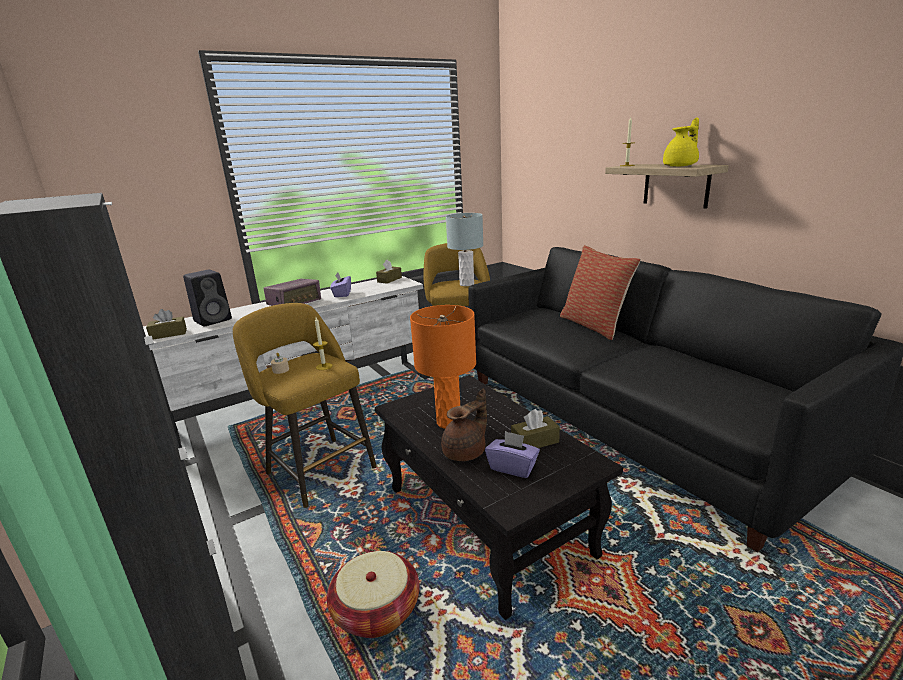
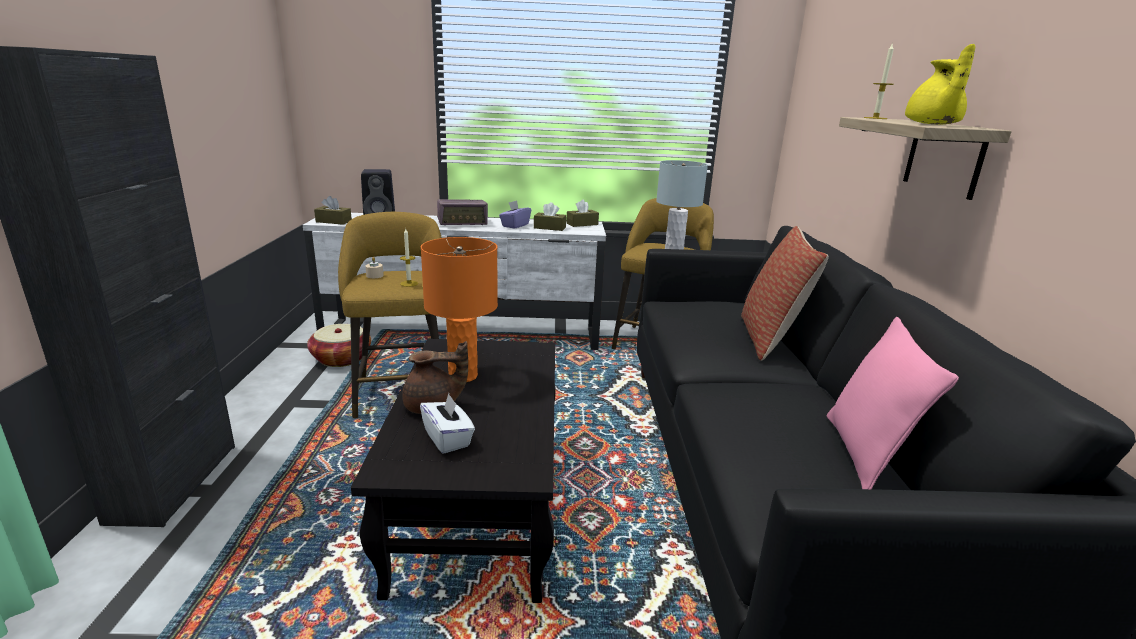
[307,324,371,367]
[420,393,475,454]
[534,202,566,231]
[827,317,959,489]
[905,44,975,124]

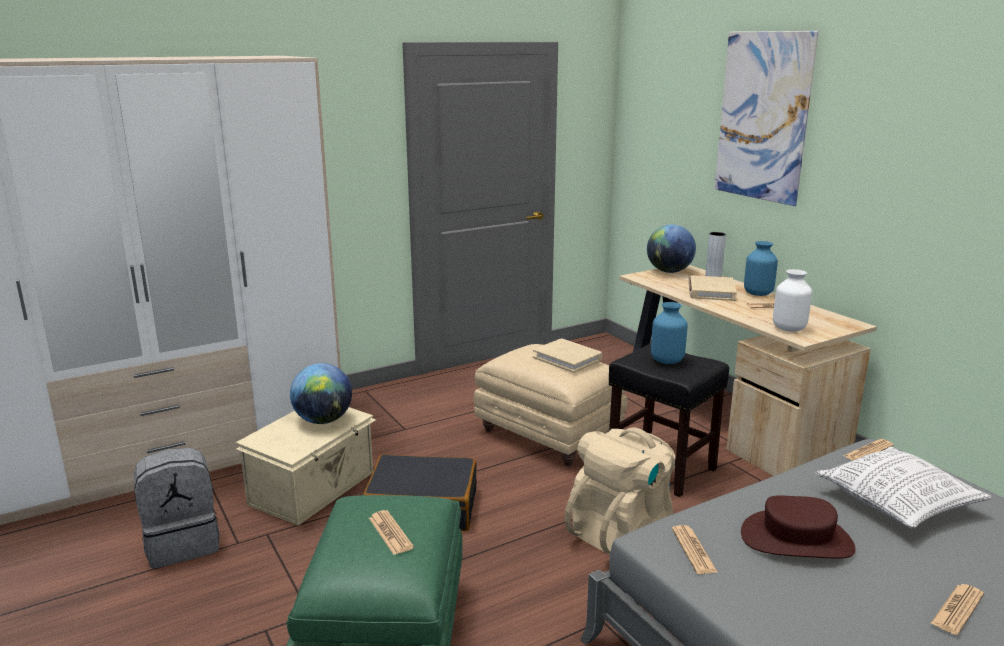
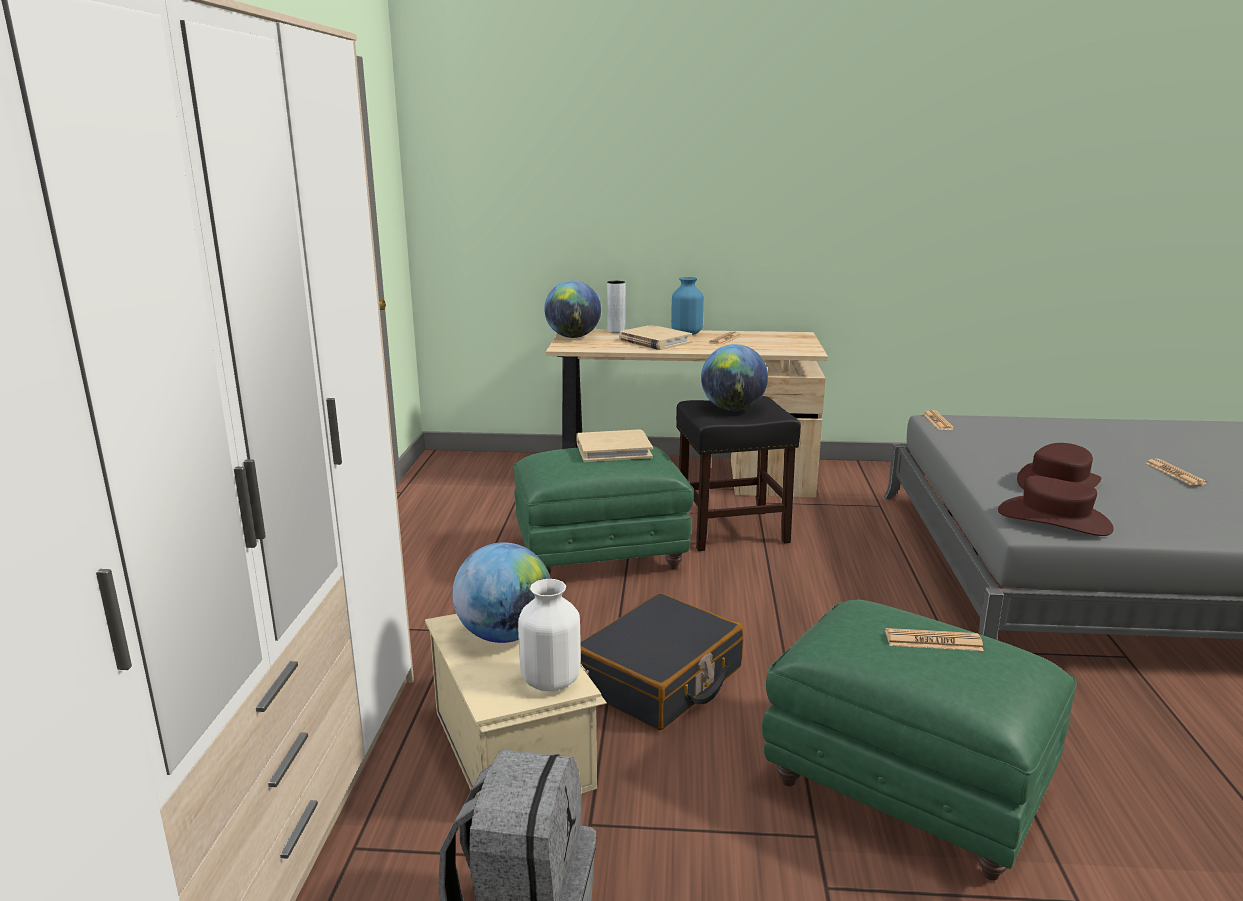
[514,446,694,575]
[518,579,581,691]
[701,344,768,411]
[998,475,1114,536]
[565,428,675,555] (first image)
[715,31,819,206] (first image)
[816,447,992,529] (first image)

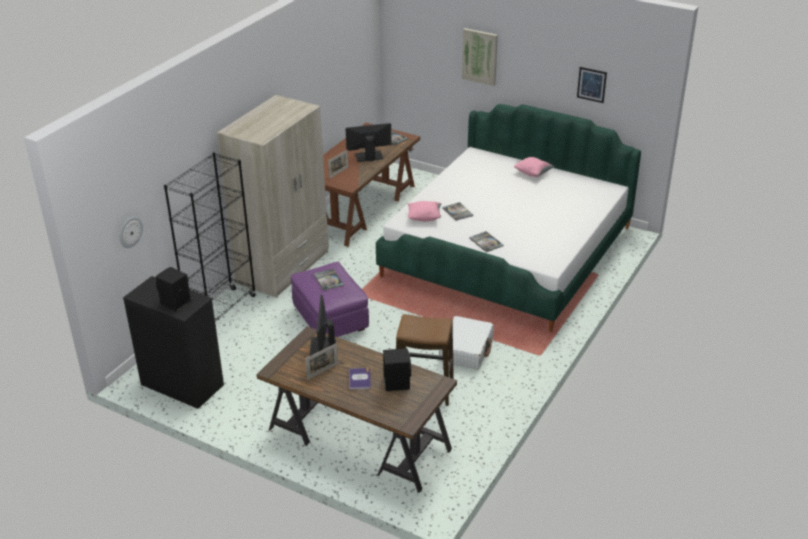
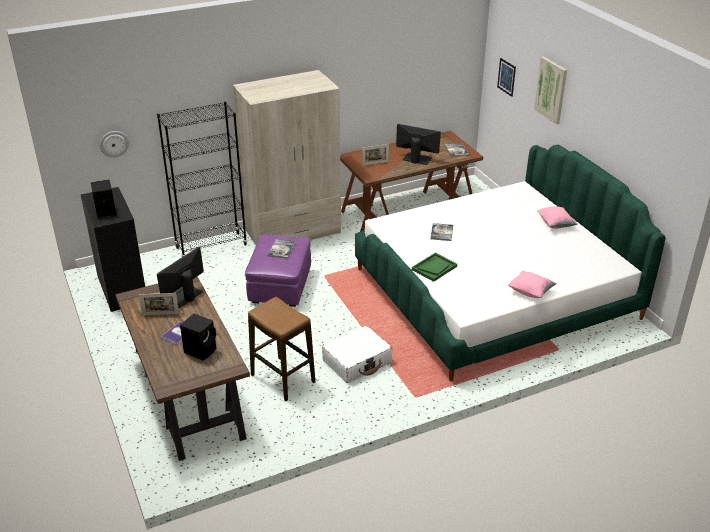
[412,253,457,282]
[497,58,516,97]
[508,271,557,298]

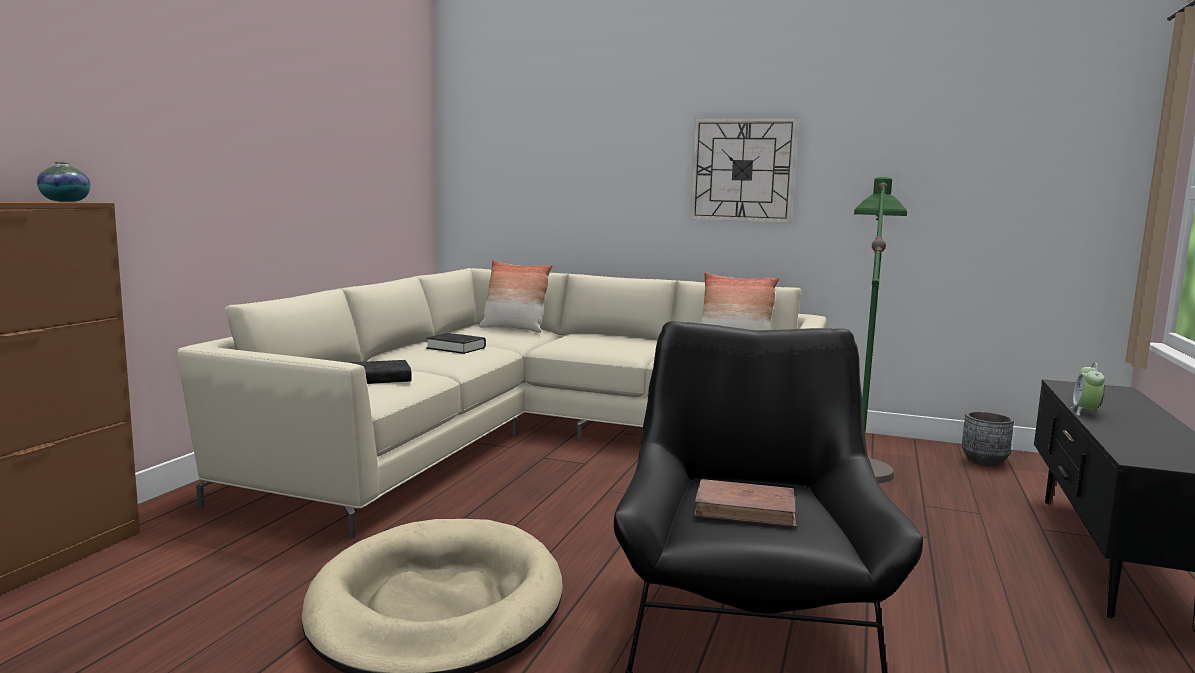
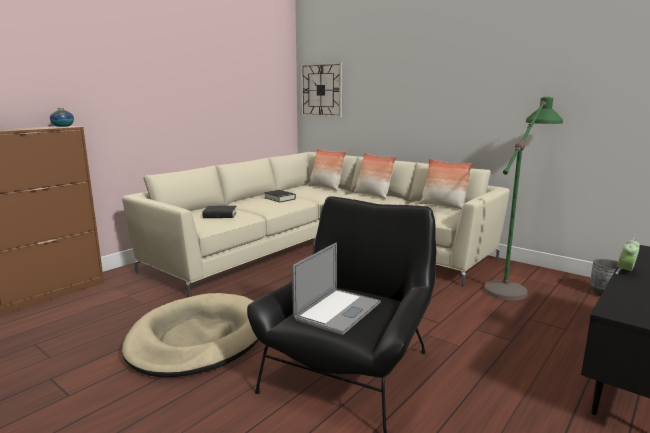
[292,243,381,335]
[300,62,342,118]
[354,152,397,199]

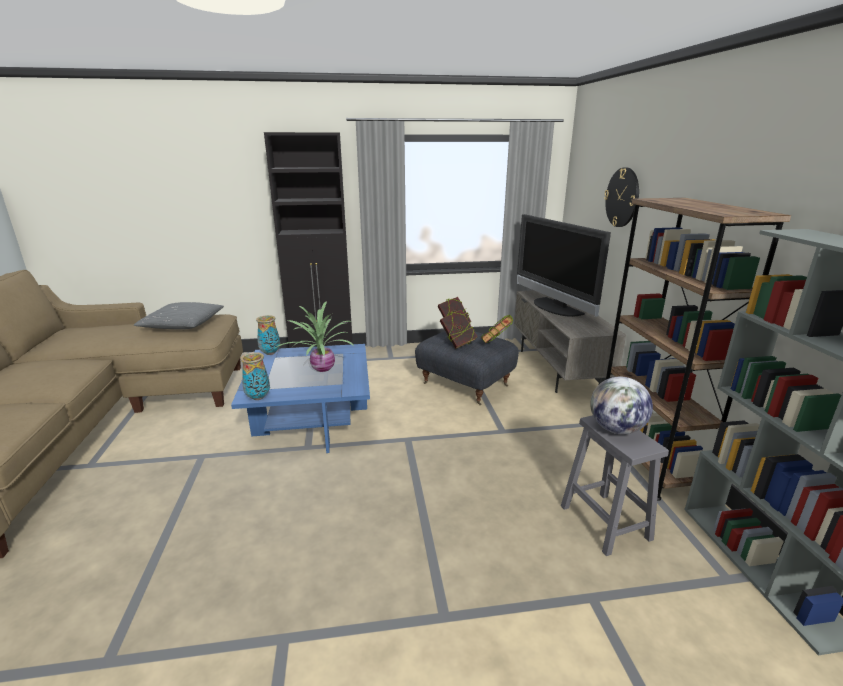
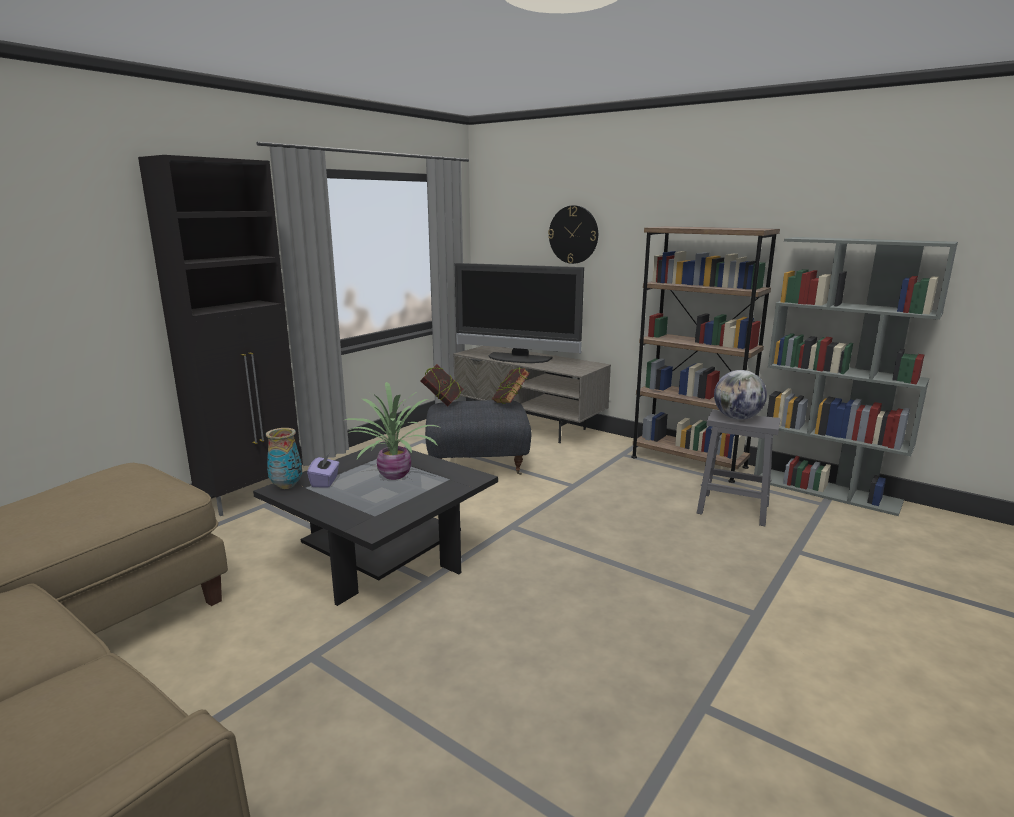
[253,441,498,606]
[307,454,339,487]
[134,302,224,330] (first image)
[240,352,270,400] (first image)
[440,310,477,349] (first image)

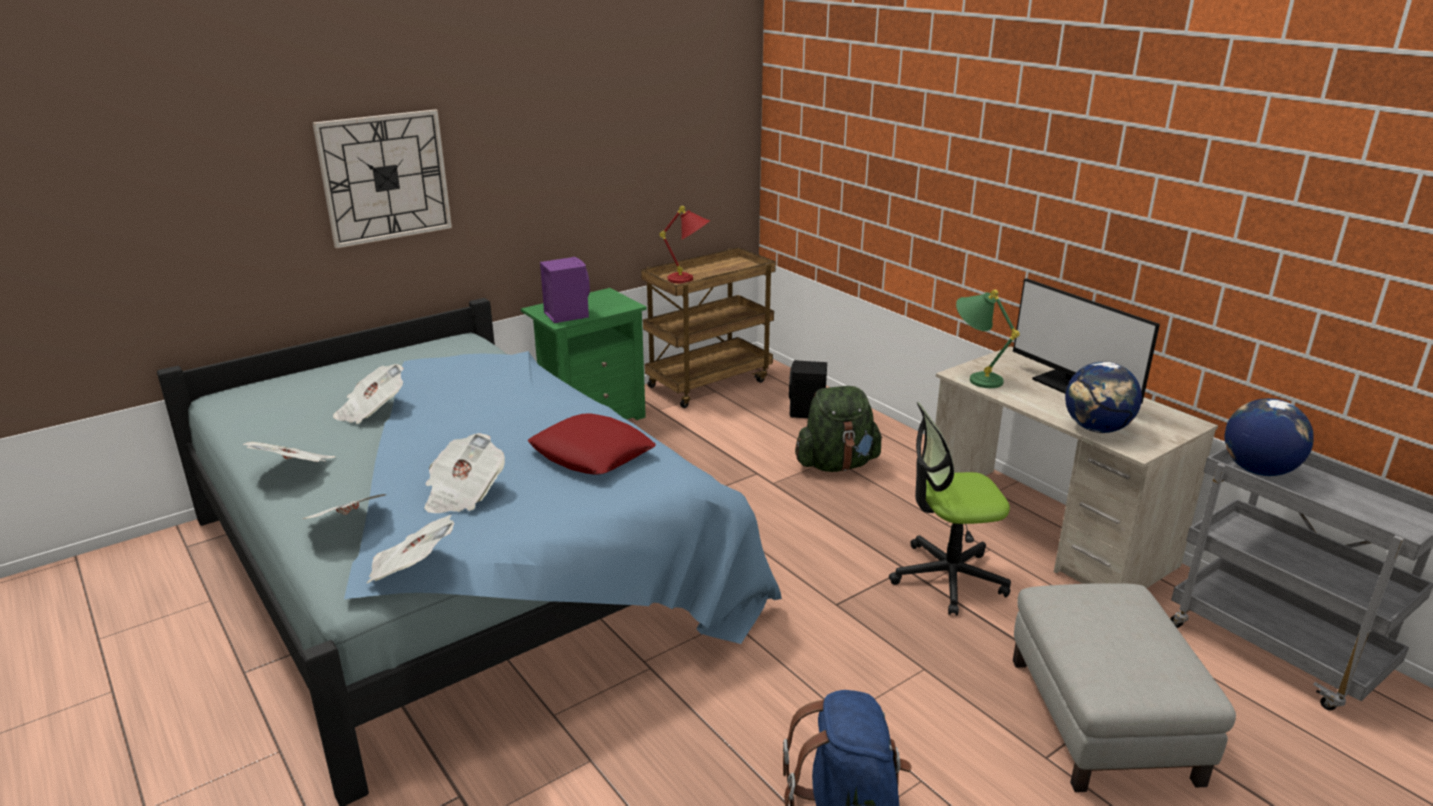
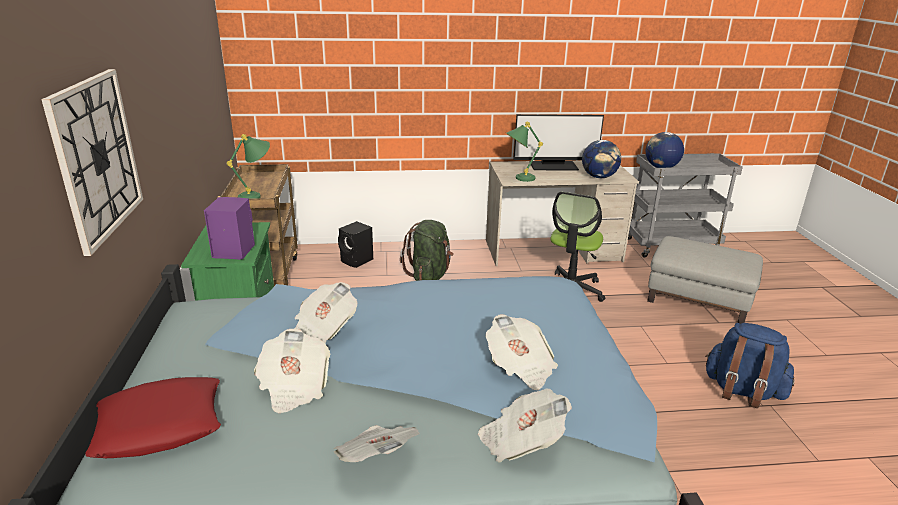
[85,377,221,458]
[227,134,270,199]
[295,282,357,344]

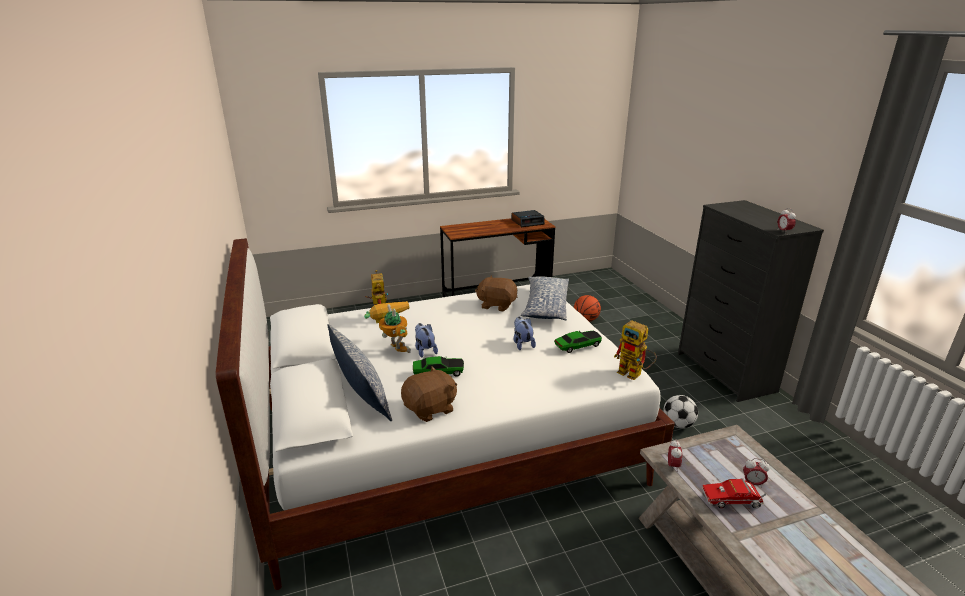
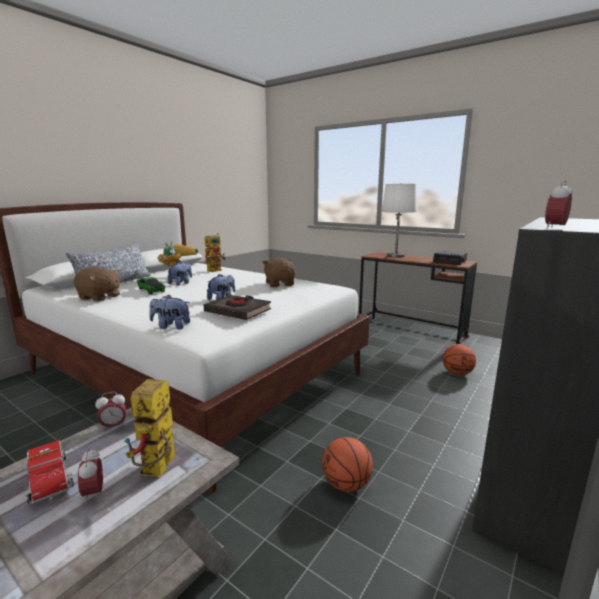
[124,379,175,477]
[149,294,190,329]
[203,295,271,320]
[322,437,373,492]
[381,183,417,258]
[521,276,569,320] (first image)

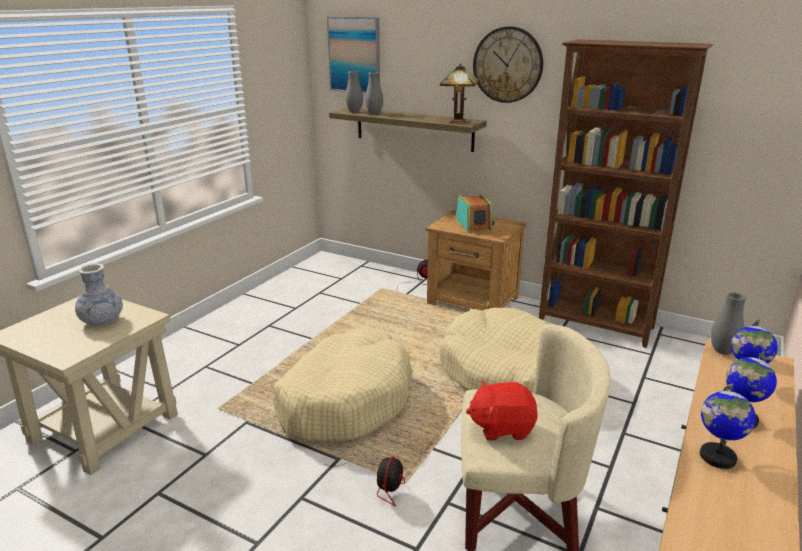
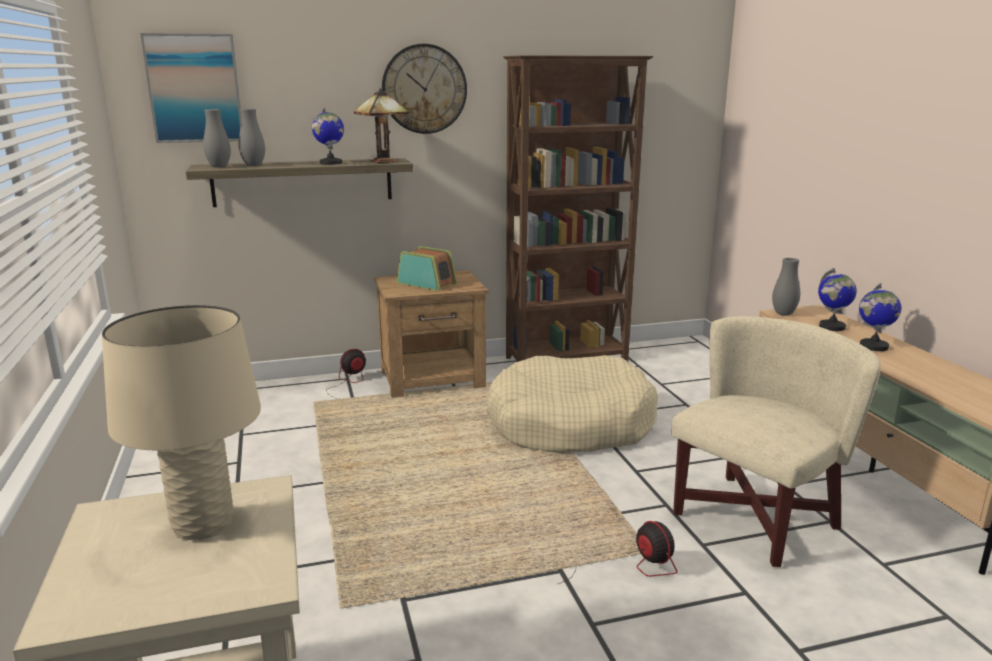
[102,305,261,541]
[312,108,344,165]
[273,328,412,442] (first image)
[466,380,538,441] (first image)

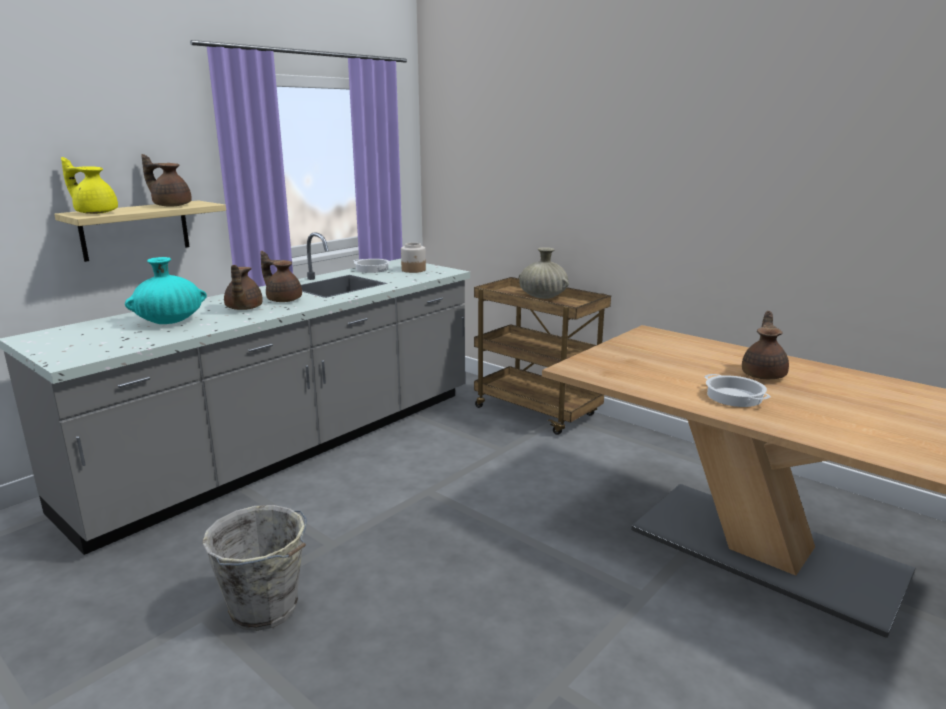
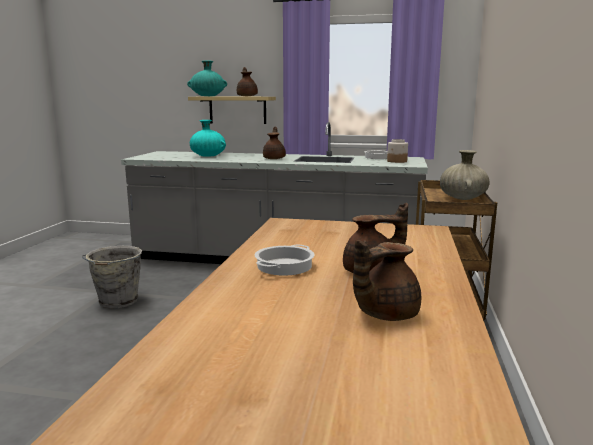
[187,61,227,96]
[353,240,421,321]

